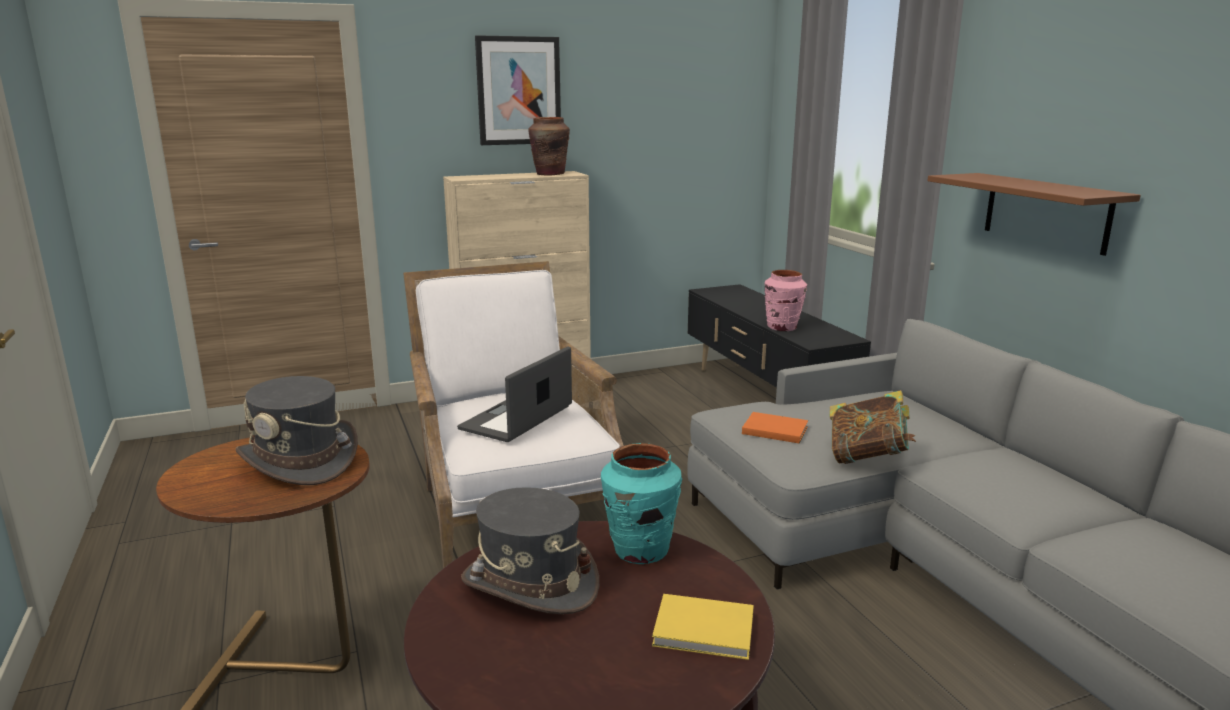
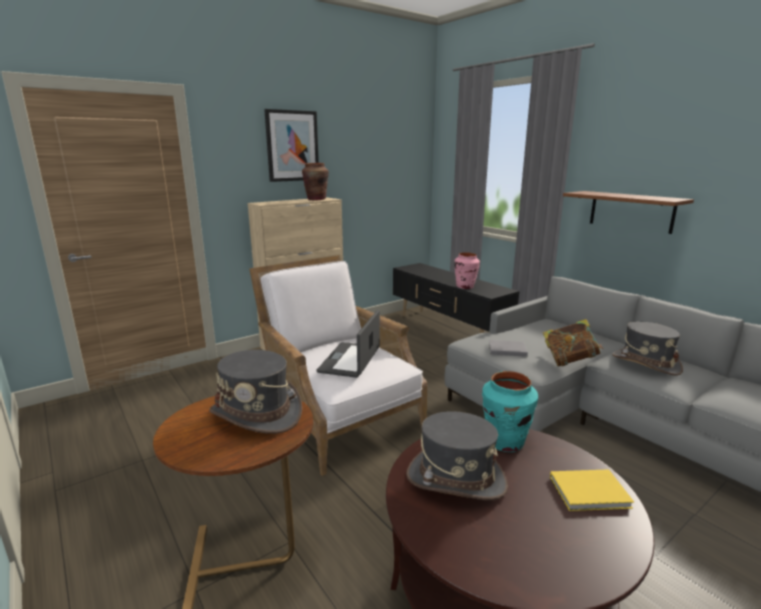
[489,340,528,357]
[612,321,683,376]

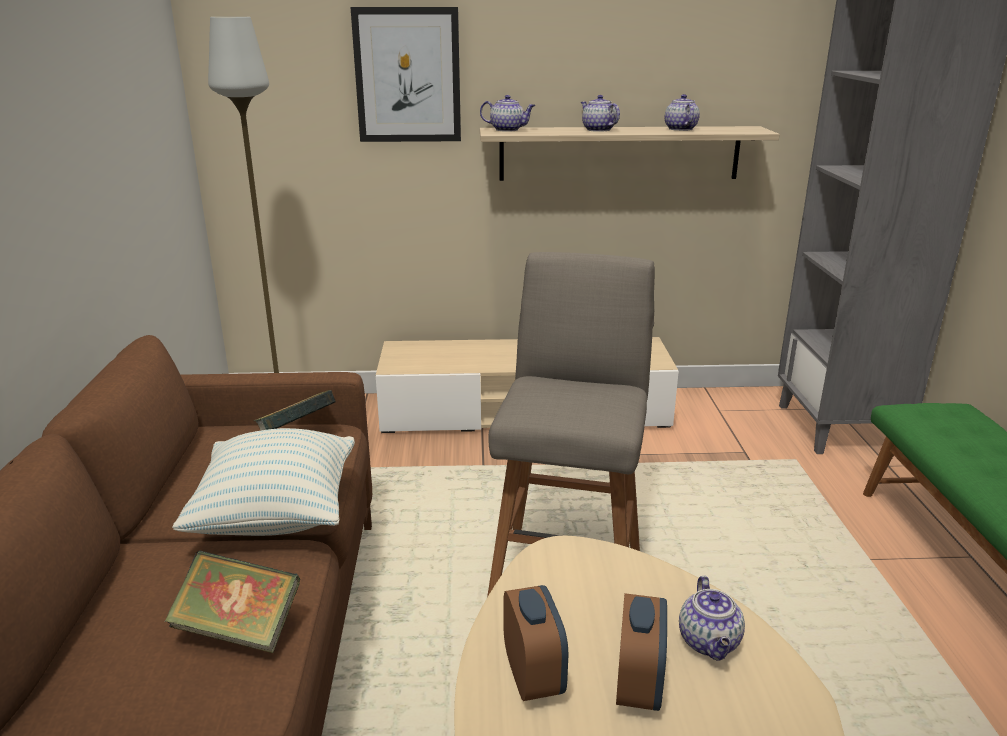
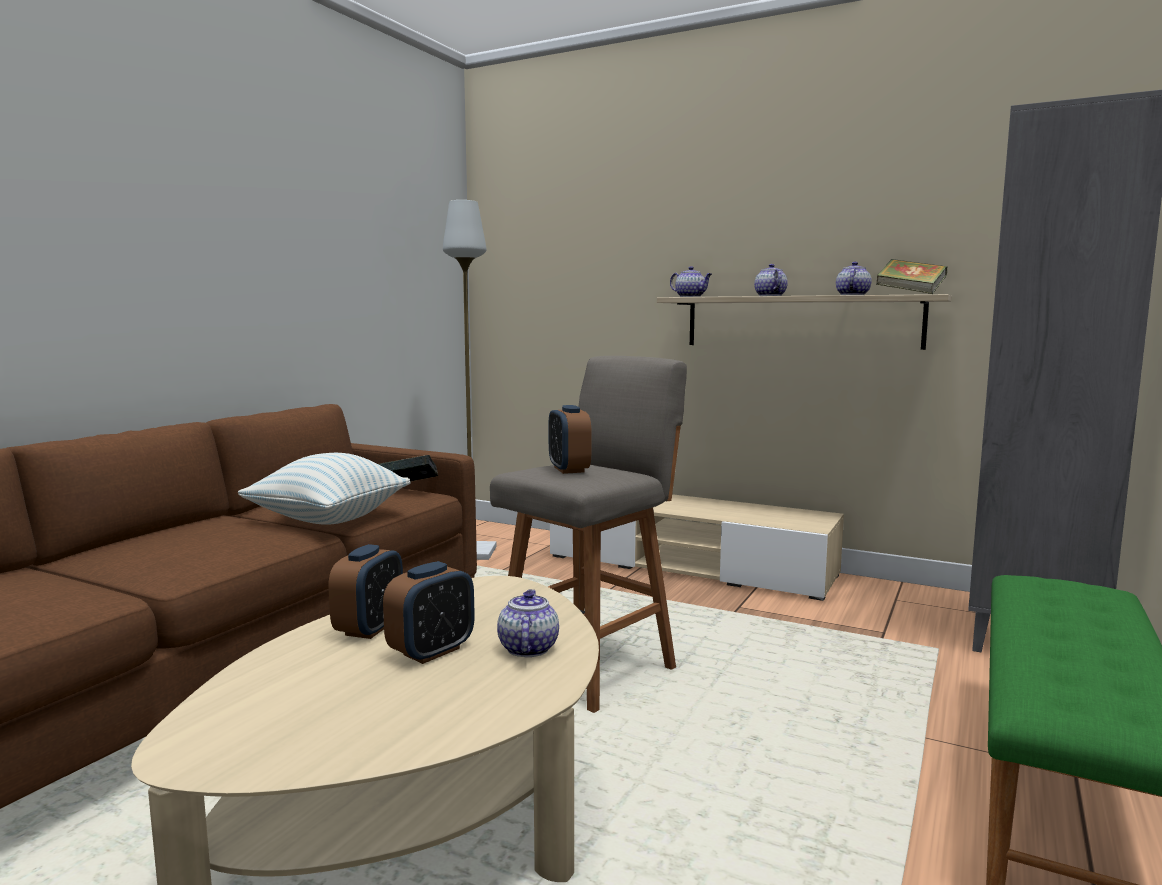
[497,590,559,657]
[548,405,591,474]
[876,259,948,294]
[351,7,461,142] (first image)

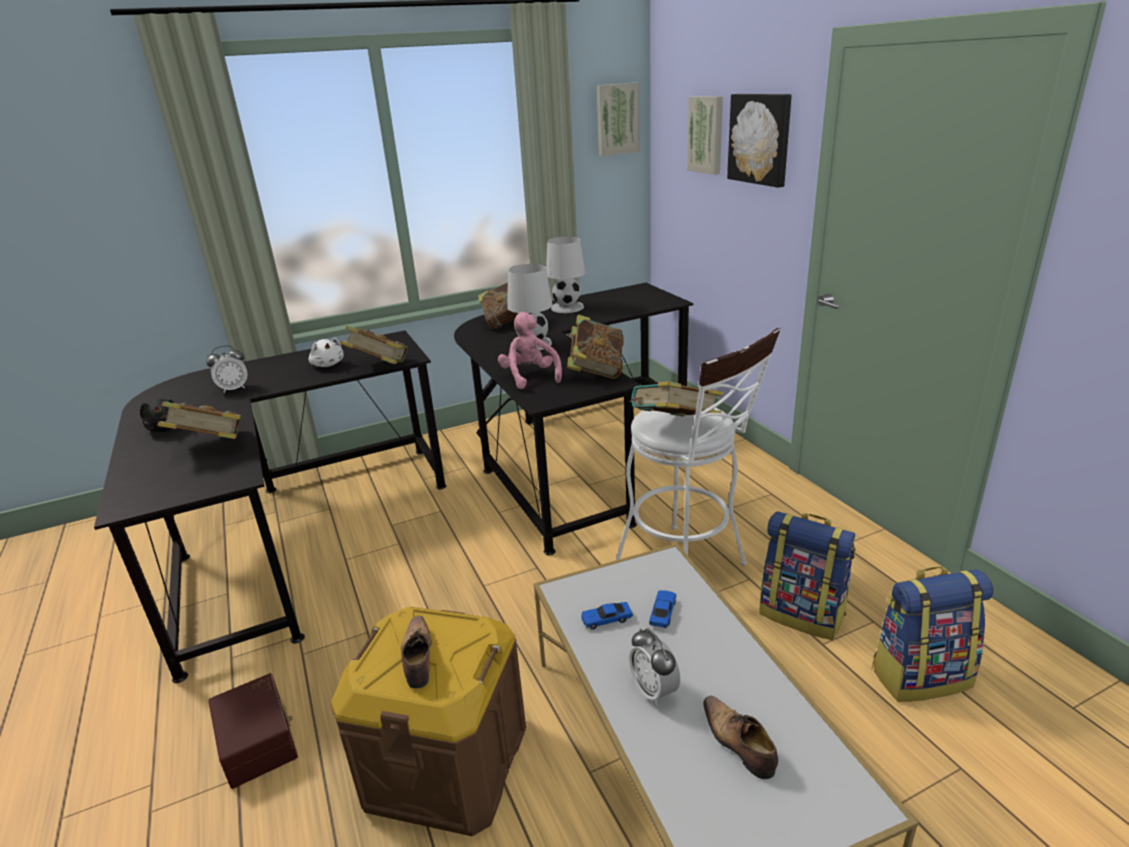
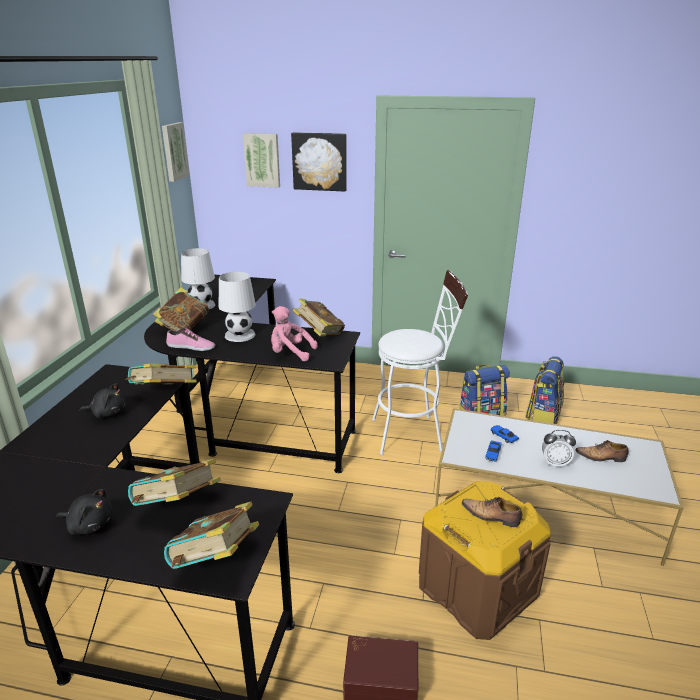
[80,383,126,418]
[164,502,259,569]
[166,328,215,351]
[206,345,248,393] (first image)

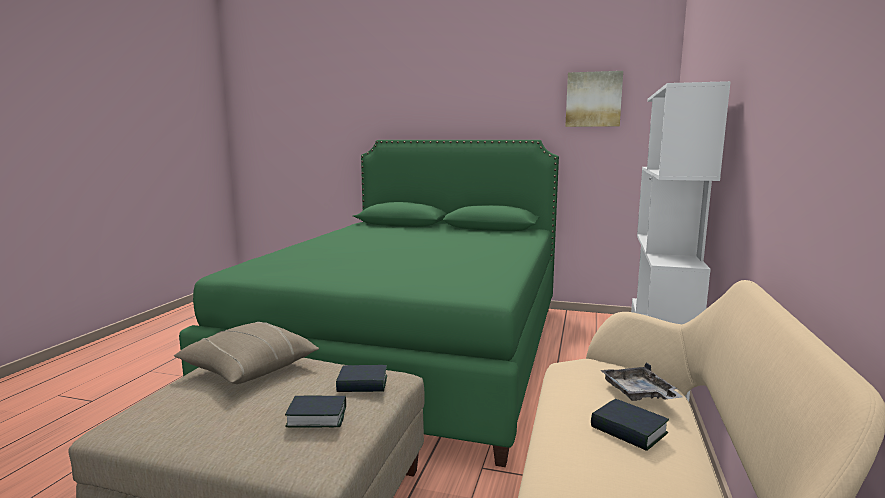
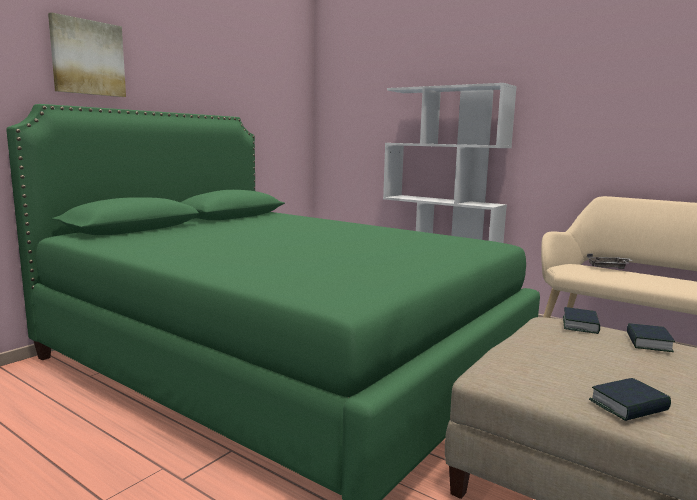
[48,12,126,97]
[589,378,671,421]
[174,322,319,384] (first image)

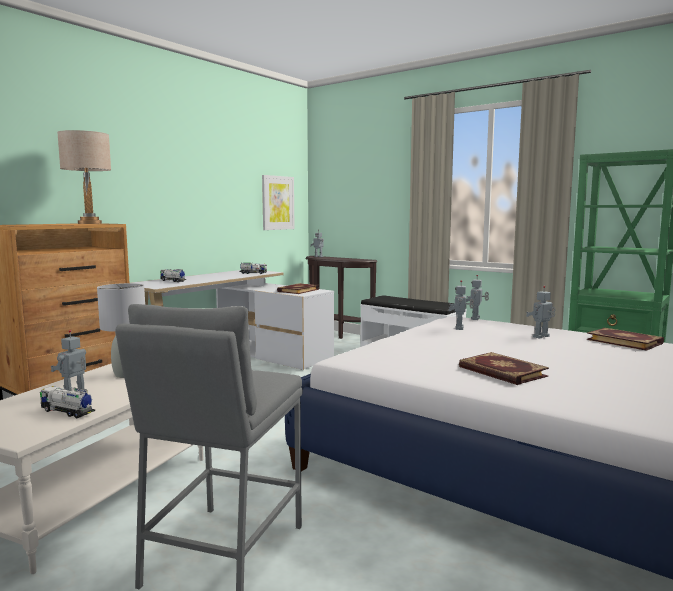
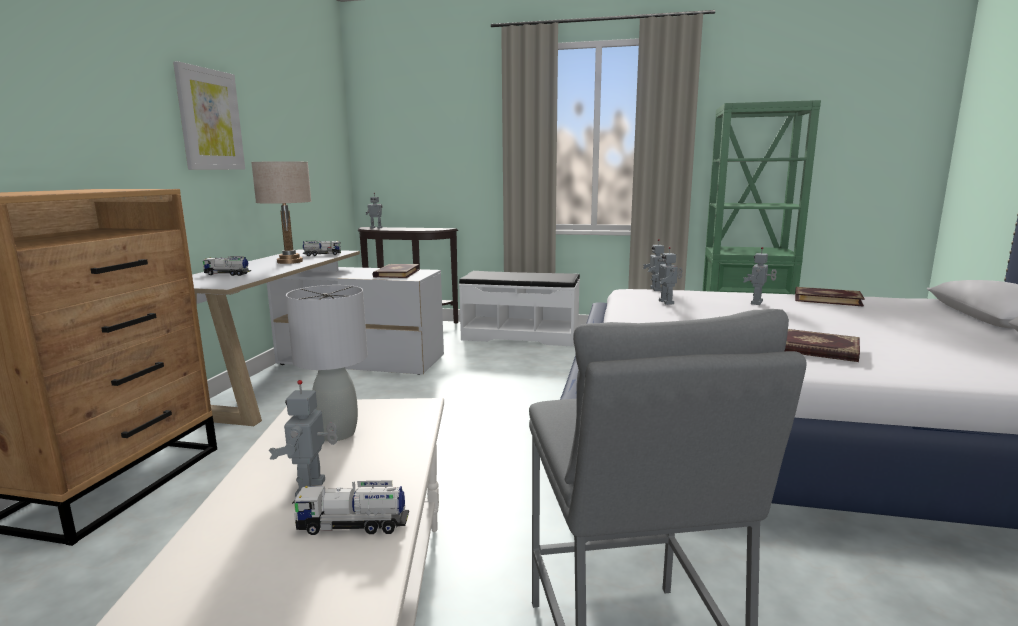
[173,61,245,170]
[251,161,311,264]

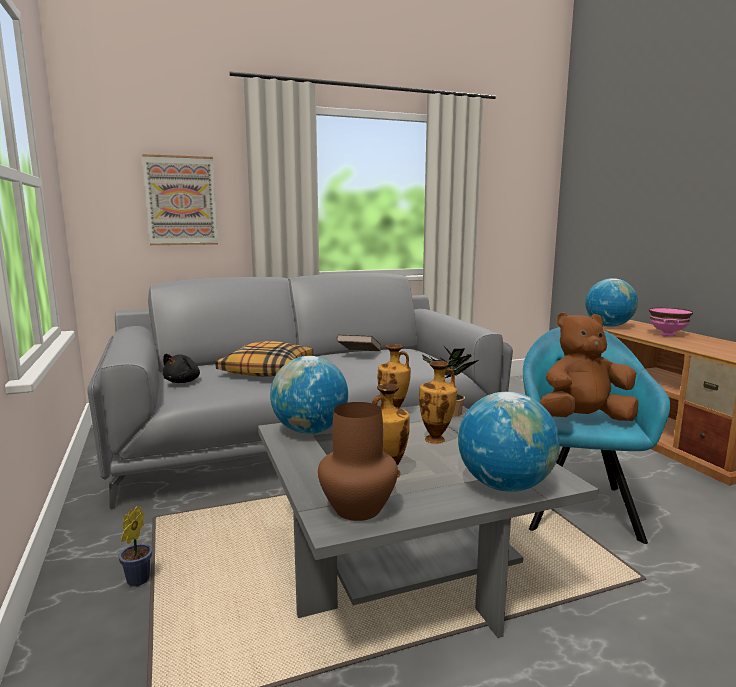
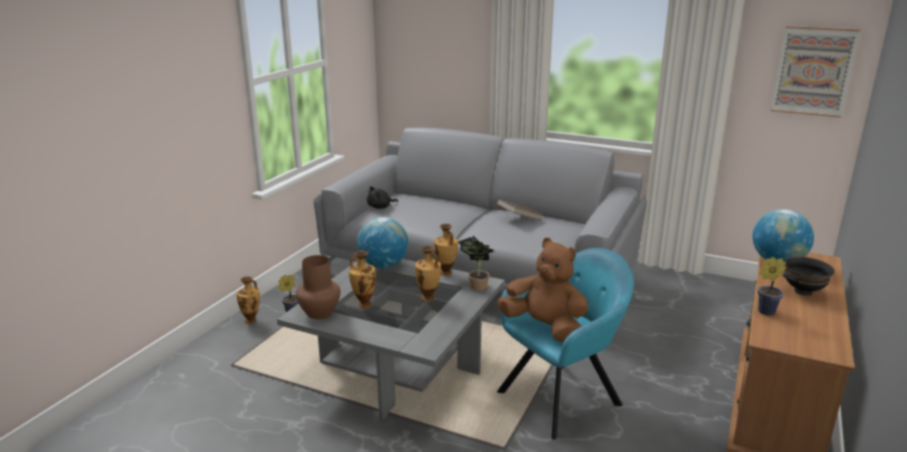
[237,276,260,324]
[758,257,786,316]
[771,26,860,118]
[782,257,835,296]
[215,341,313,377] (first image)
[458,392,560,492] (first image)

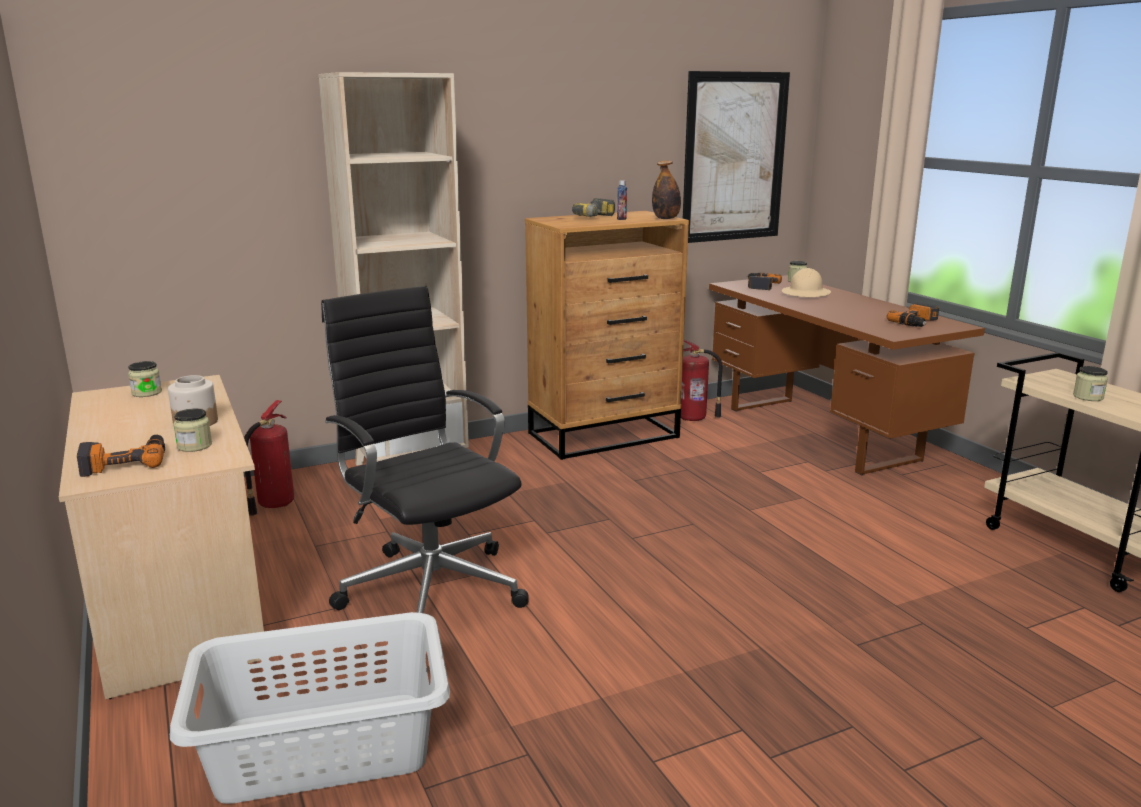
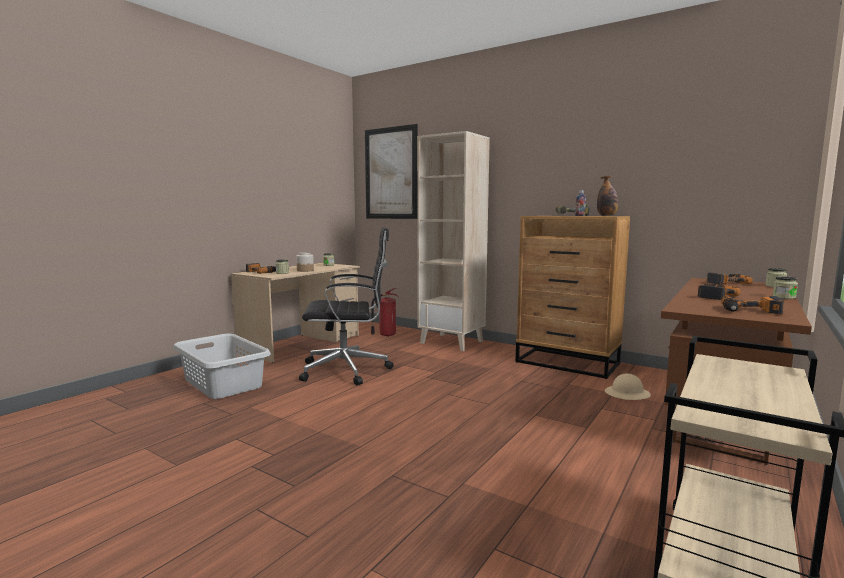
[299,227,394,385]
[365,124,418,219]
[605,373,651,400]
[698,284,740,300]
[773,276,798,299]
[681,340,722,421] (first image)

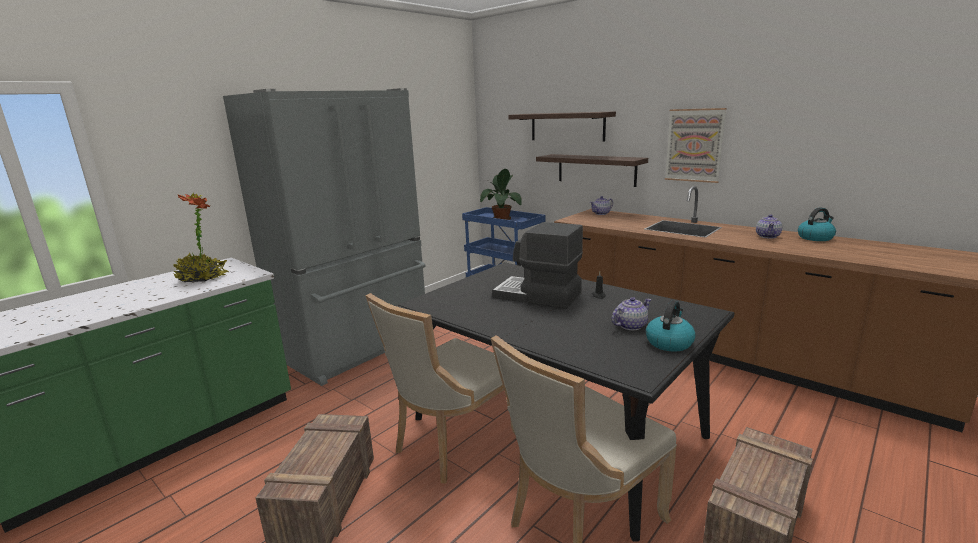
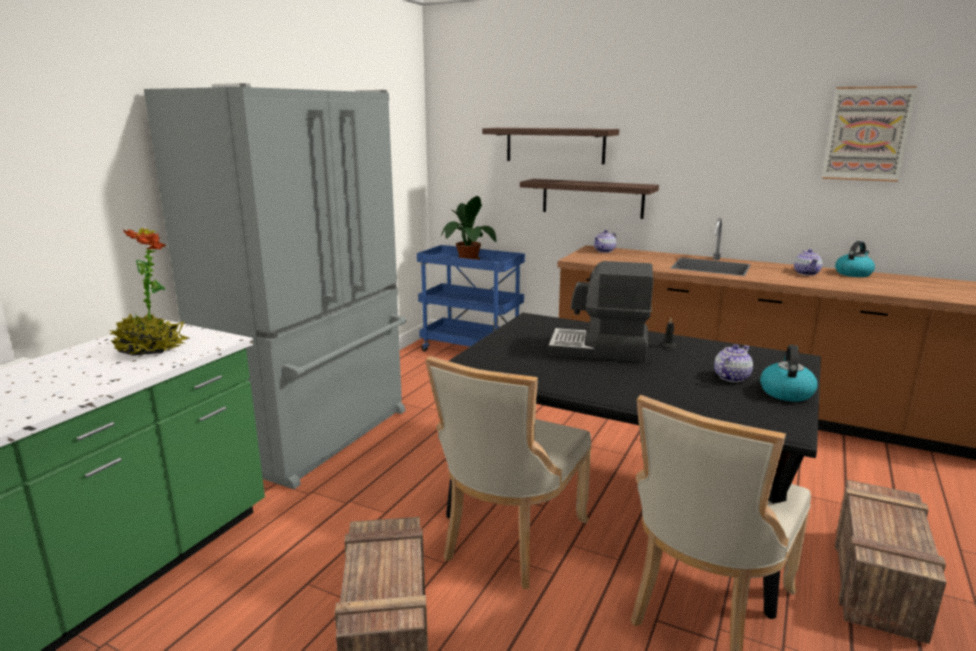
[822,86,917,182]

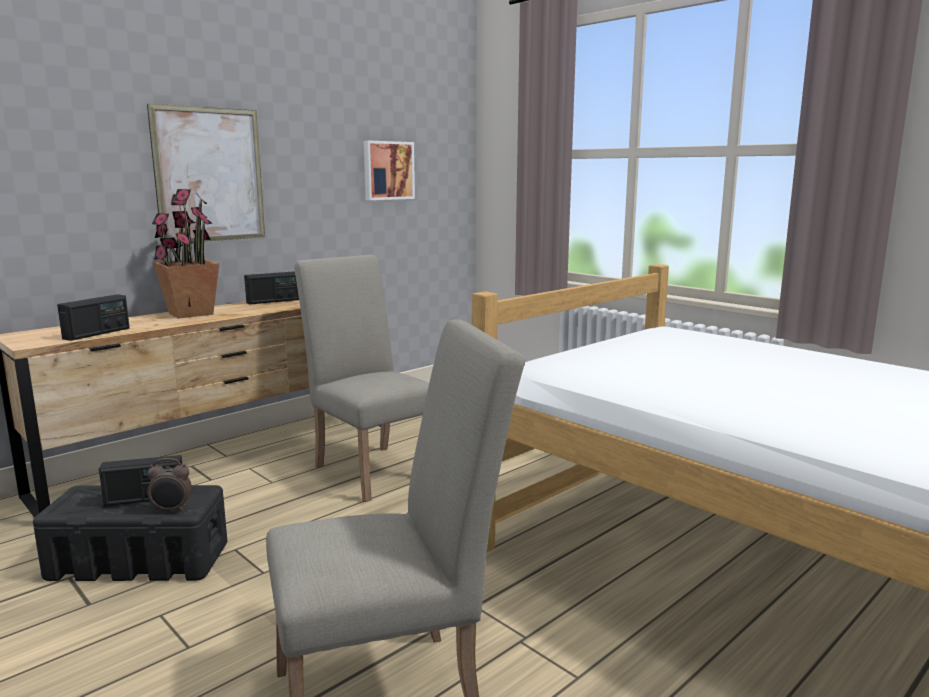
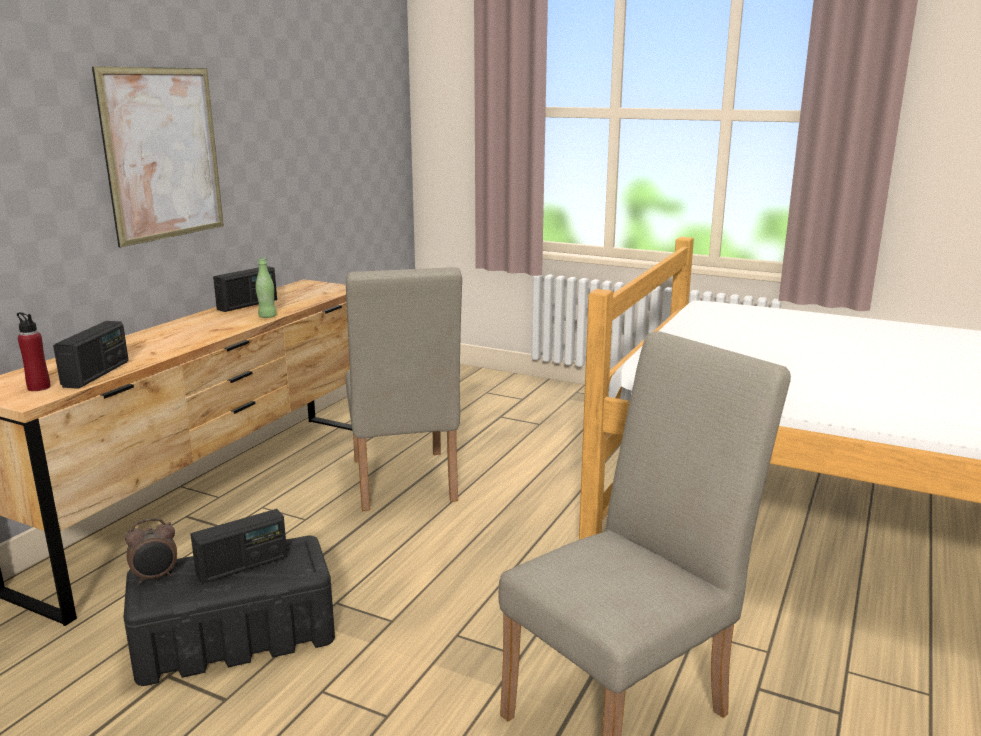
[17,312,51,391]
[125,518,177,583]
[256,258,277,318]
[346,267,462,511]
[152,189,219,319] (first image)
[364,141,415,200] (first image)

